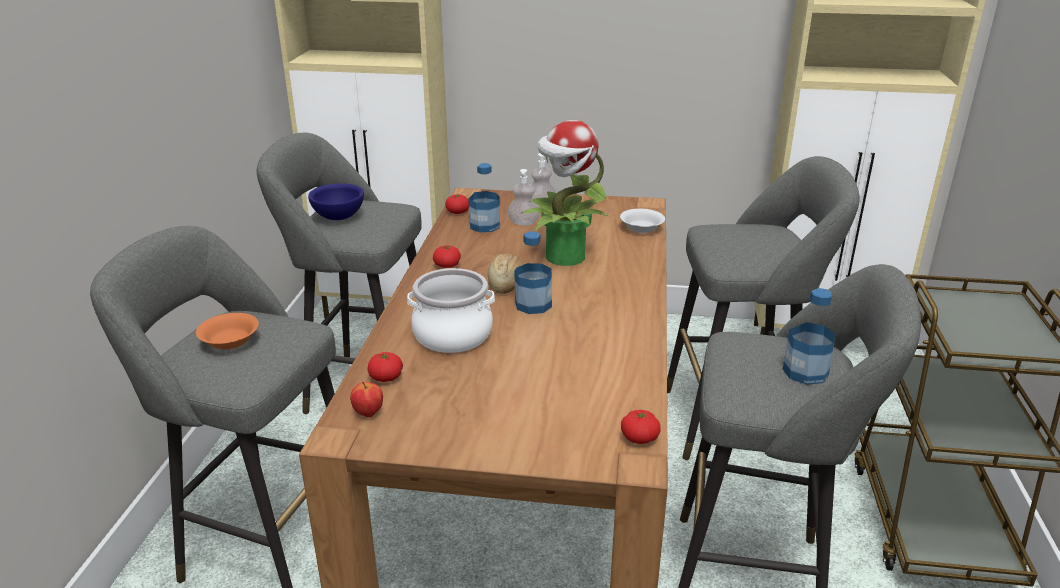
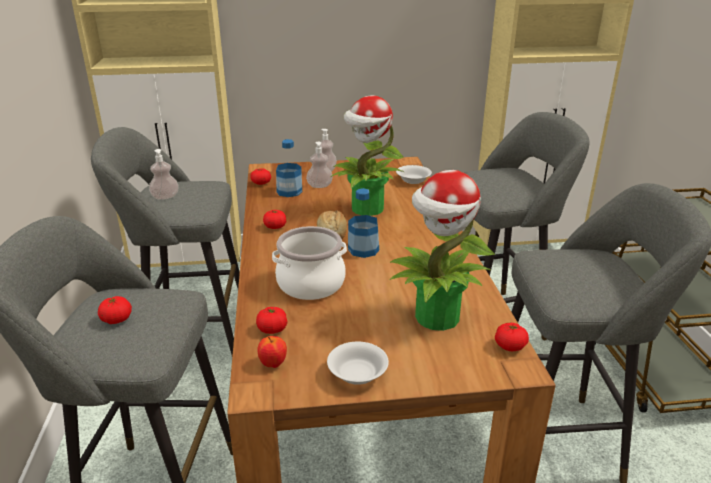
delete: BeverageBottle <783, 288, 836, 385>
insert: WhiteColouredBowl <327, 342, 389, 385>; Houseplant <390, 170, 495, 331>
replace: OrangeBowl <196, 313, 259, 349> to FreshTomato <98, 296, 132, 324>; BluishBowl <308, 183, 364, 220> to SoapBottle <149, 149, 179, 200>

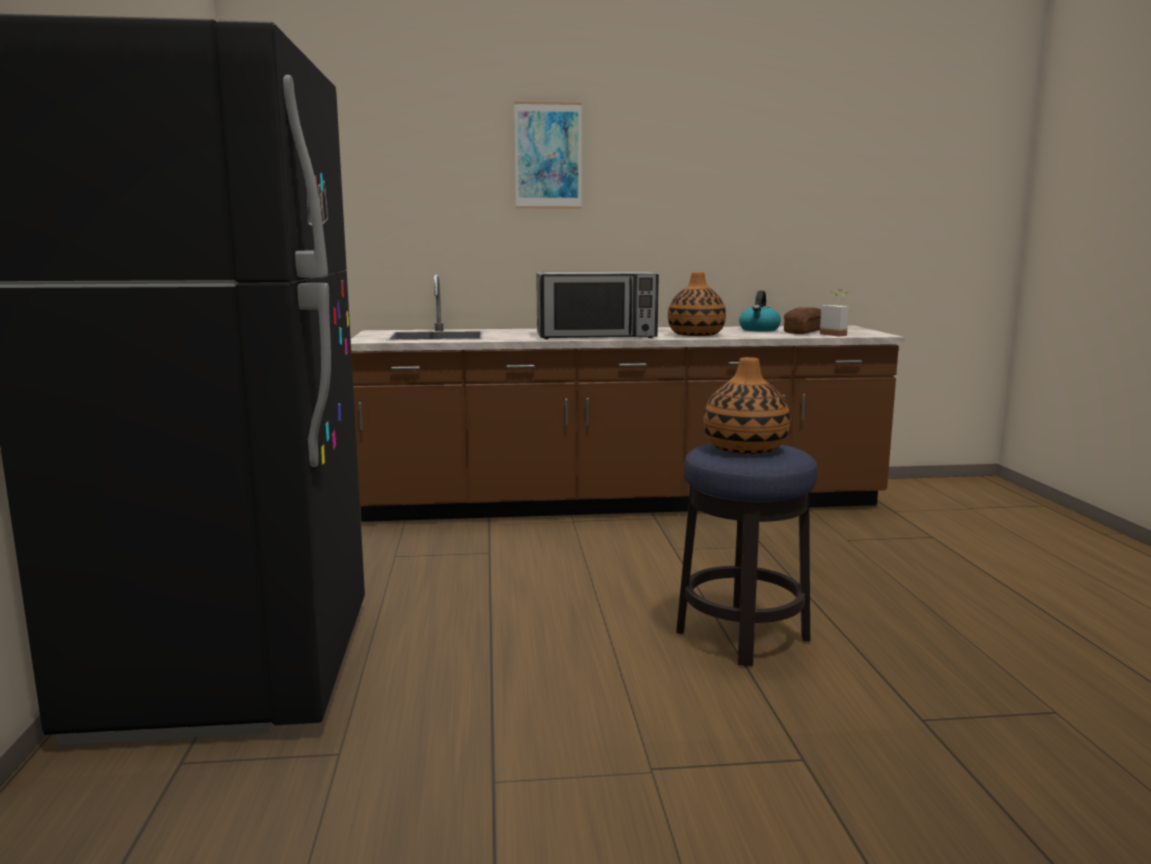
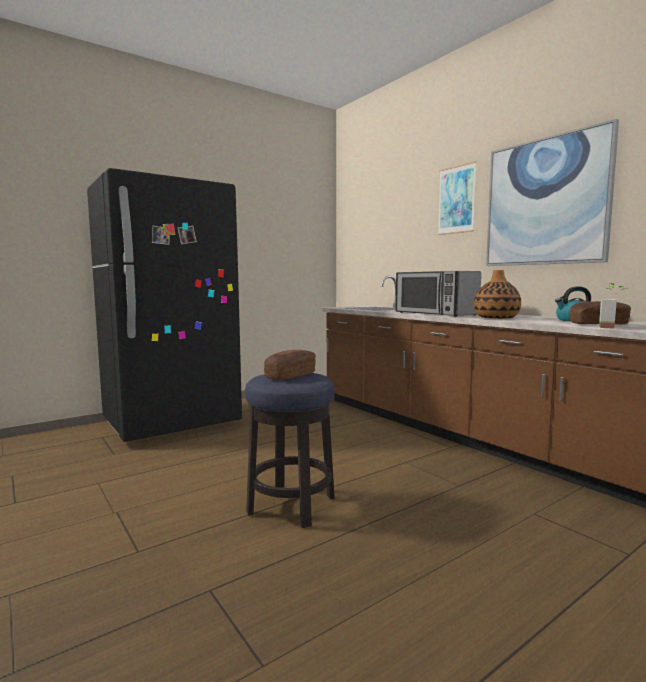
insert: WallPicture <486, 119, 619, 266>
replace: DecorativeVase <703, 357, 790, 454> to Bread <264, 350, 316, 380>

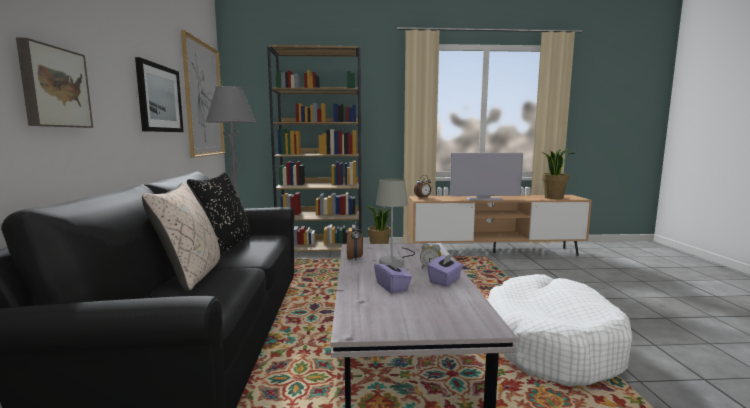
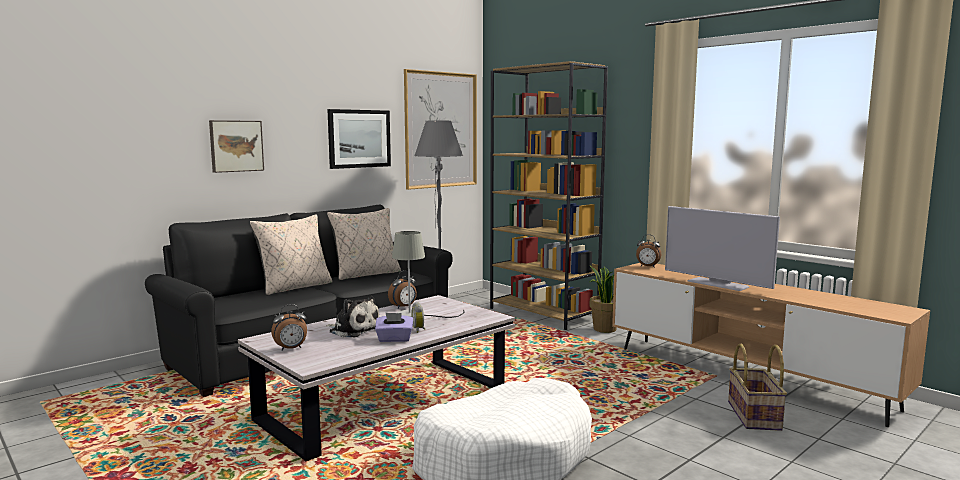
delete: Houseplant <541, 148, 575, 199>
insert: AlarmClock <271, 304, 307, 351>; StorageBasket <728, 344, 787, 431>
replace: PurpleColouredBoxOfTissues <374, 256, 412, 293> to SoftToy <326, 296, 379, 337>
recolor: BlackColouredPillow <187, 173, 251, 256> to BeigePillow <327, 208, 401, 281>

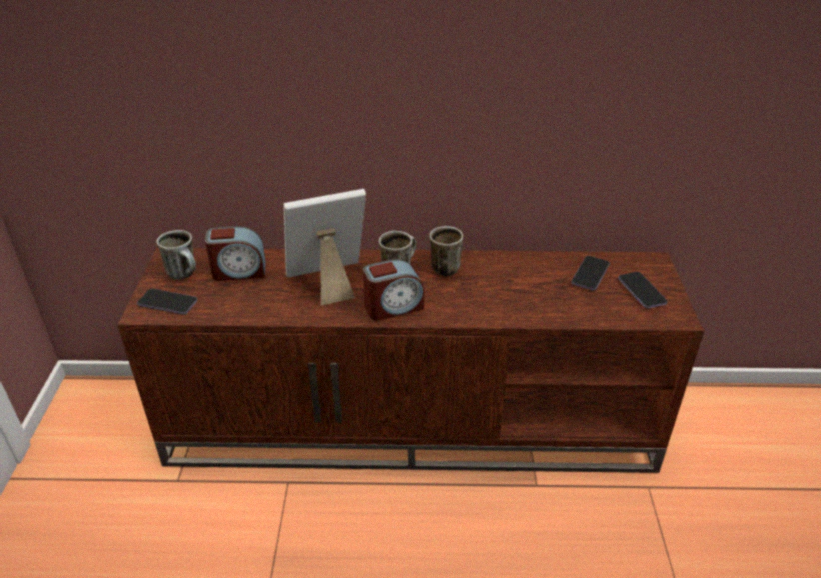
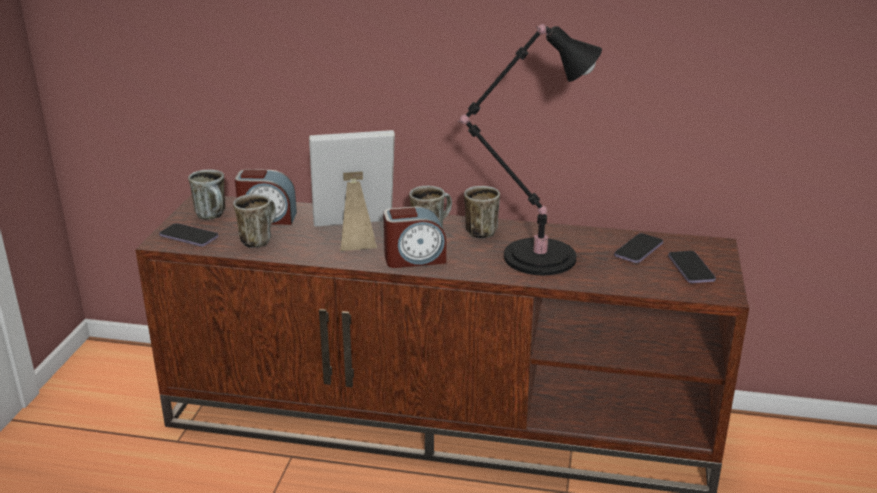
insert: Mug <233, 194, 276, 248>; BlackColouredTabletopLamp <458, 24, 602, 275>

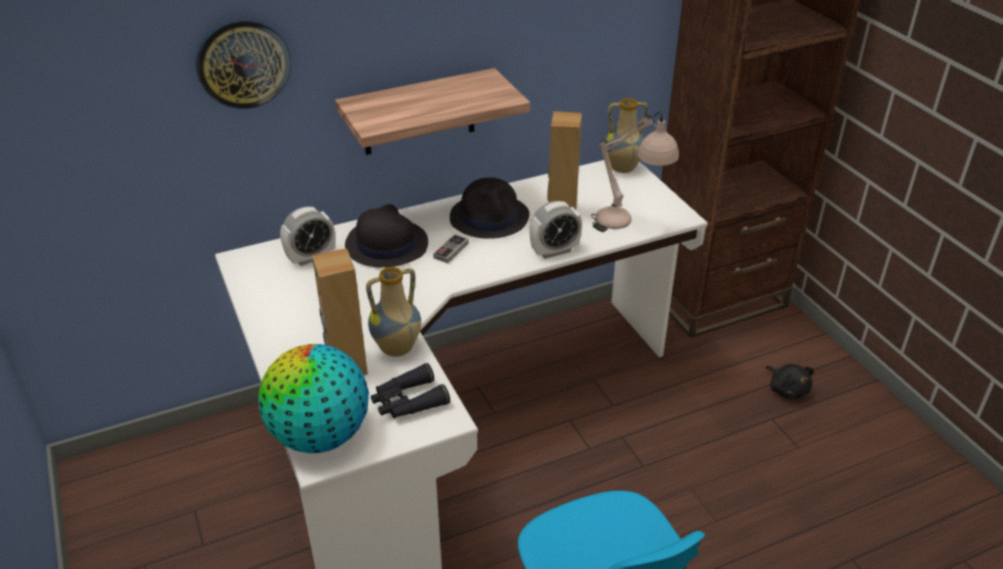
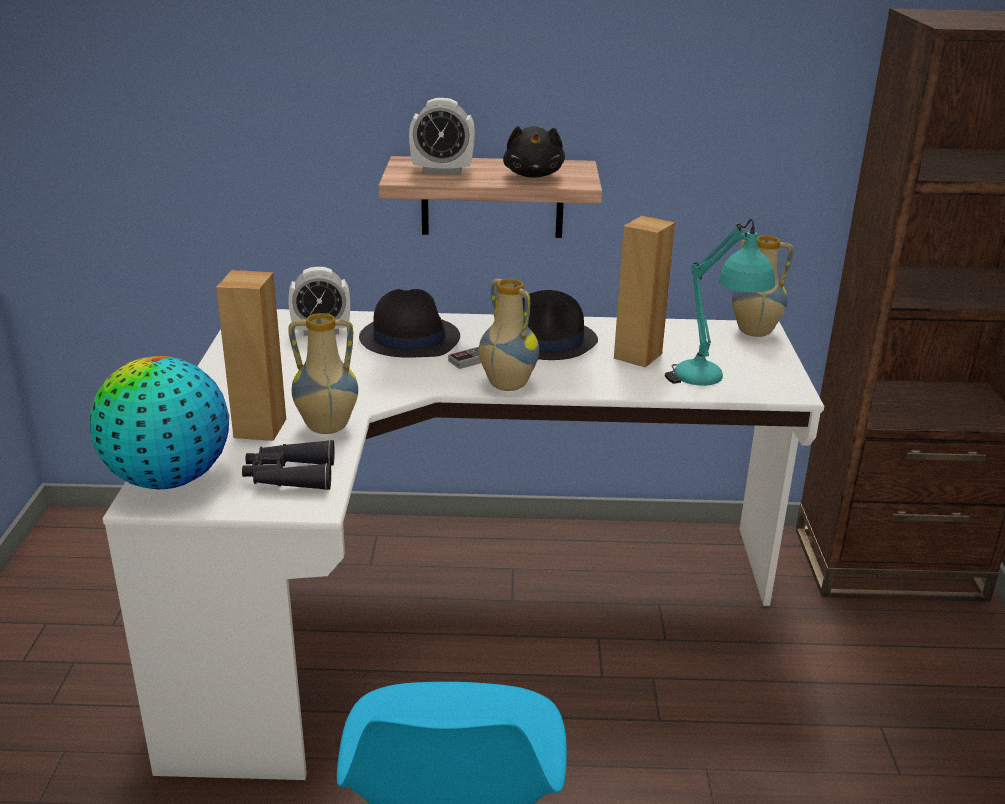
delete: ClockOnTheWall <196, 18, 291, 109>
insert: DecorativeVase <479, 279, 539, 391>
move: AlarmClock <529, 201, 582, 259> to <409, 98, 475, 174>; BlackColouredSoftToy <766, 364, 814, 399> to <503, 126, 565, 178>
recolor: BeigeTabletopLamp <591, 112, 679, 232> to BlueGreenTabletopLamp <665, 219, 775, 386>

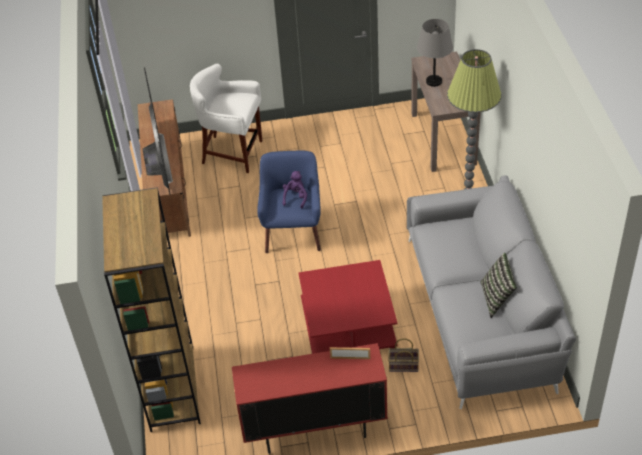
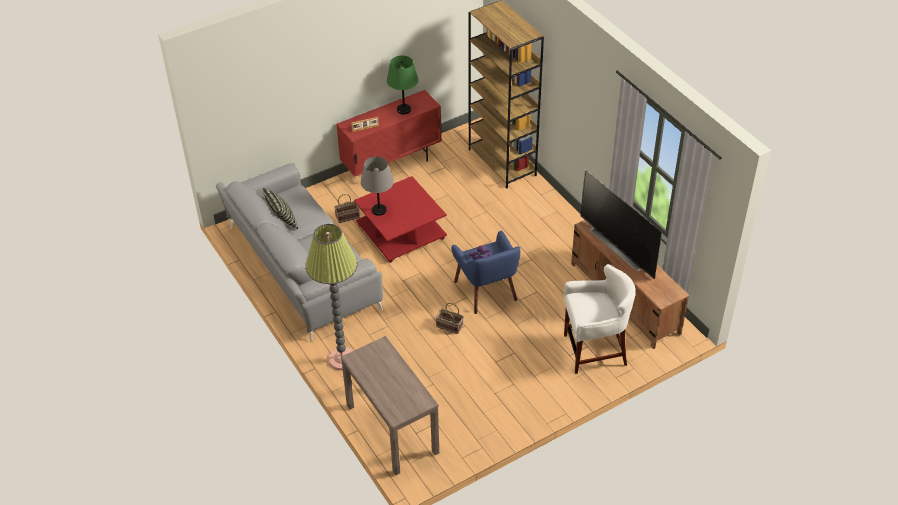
insert: GreenColouredTabletopLamp <387, 55, 418, 114>; StorageBasket <435, 303, 464, 334>
move: GreyTabletopLamp <417, 19, 453, 87> to <361, 156, 394, 216>

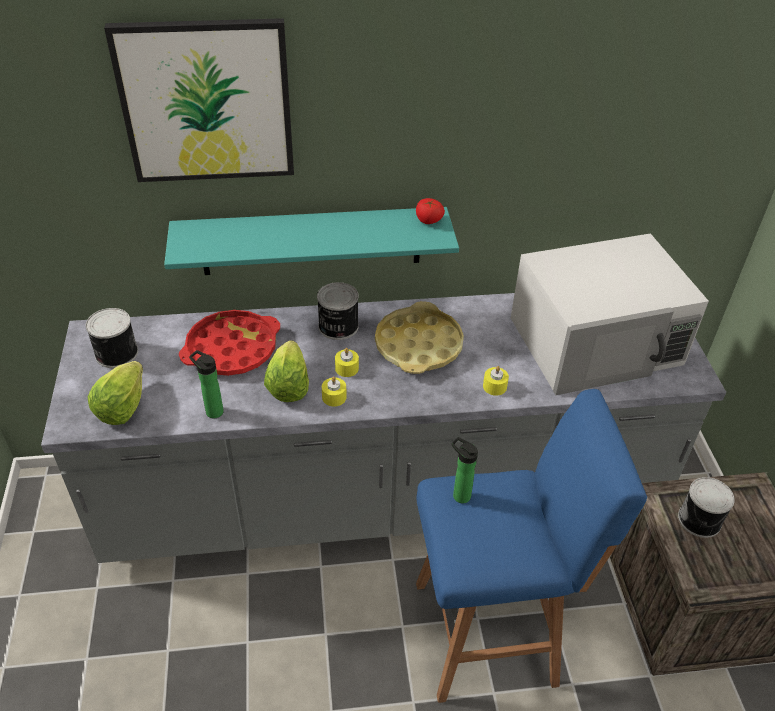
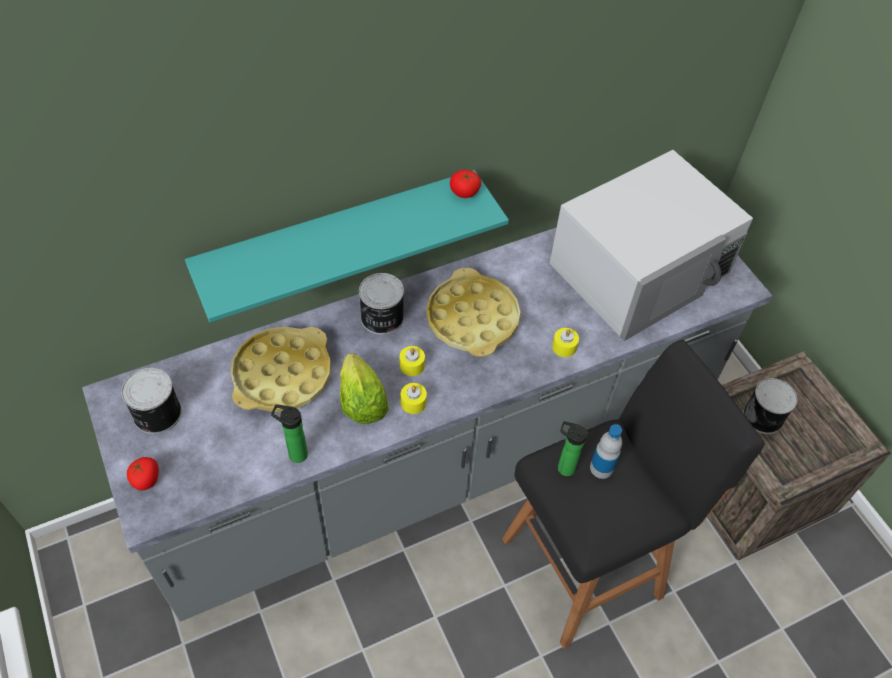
delete: HeadOfLettuce <88, 361, 143, 425>; WallPicture <104, 18, 294, 182>
insert: FreshTomato <127, 457, 159, 490>; BeverageBottle <590, 424, 622, 479>
recolor: RedServingTray <179, 310, 280, 376> to YellowServingTray <230, 327, 331, 412>; BluishStool <416, 389, 647, 703> to BlackColouredStool <502, 340, 765, 649>

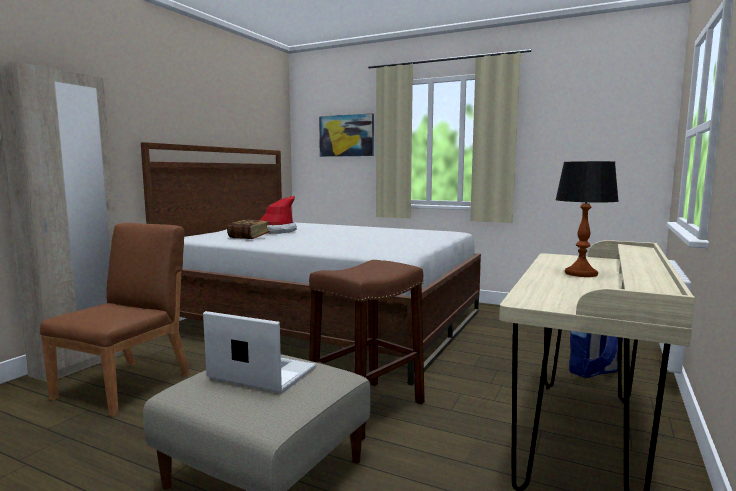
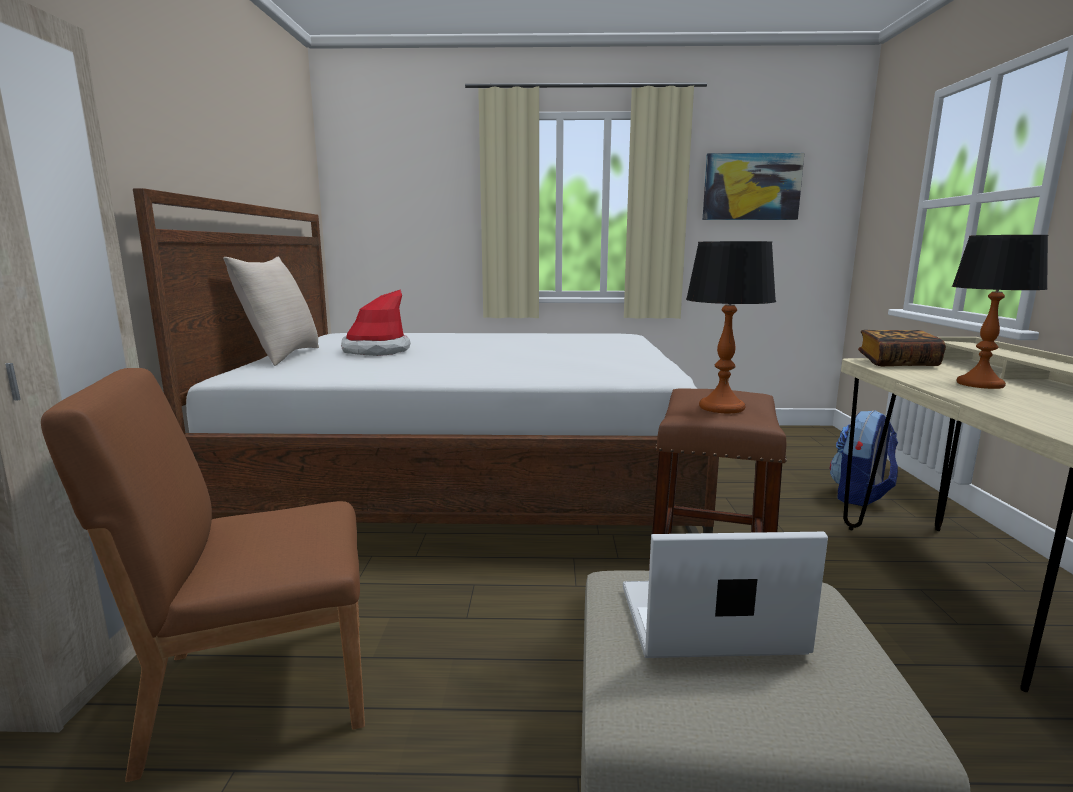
insert: BeigePillow <223, 257, 319, 366>; TabletopLamp <686, 241, 776, 413>
move: WallPicture <319, 113, 374, 157> to <703, 153, 805, 220>; Book <227, 219, 270, 239> to <858, 330, 946, 366>
rotate: BrownishUprightChair <40, 223, 190, 416> = <41, 368, 365, 782> 105 degrees counterclockwise

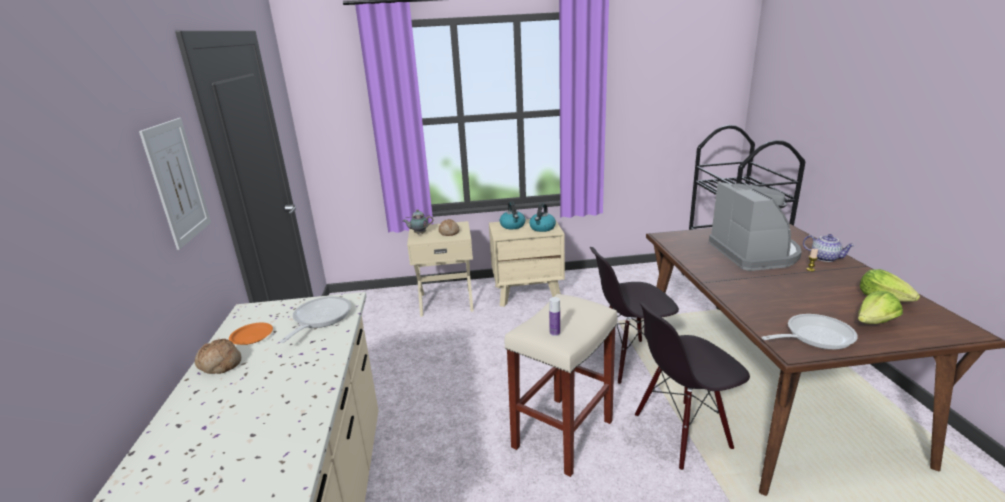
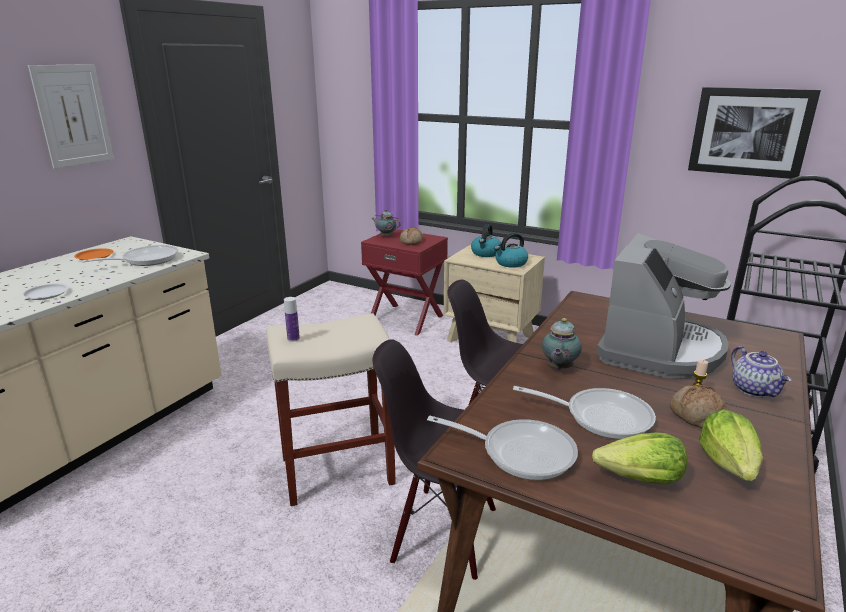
insert: WhiteColouredDinnerPlate <21, 283, 69, 300>; Skillet <513, 386, 656, 439>; Teapot <542, 318, 582, 370>; WallPicture <688, 87, 821, 179>
move: Bread <195, 339, 241, 374> to <670, 385, 728, 429>
recolor: BeigeNightstand <407, 221, 474, 317> to RedNightstand <361, 229, 448, 336>

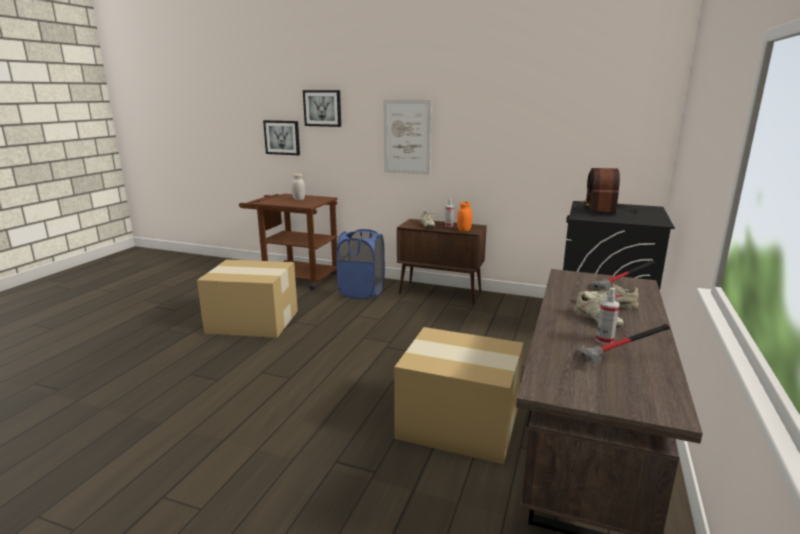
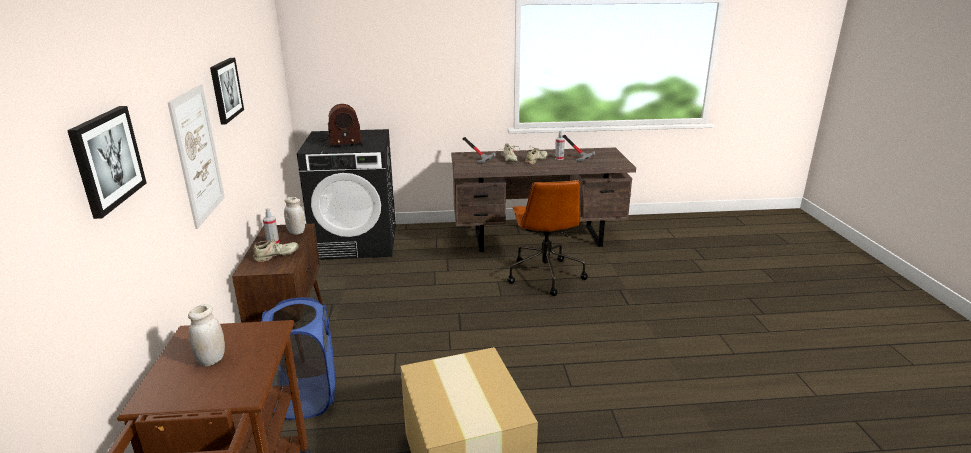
move: WallPicture <263, 120, 300, 155> to <210, 58, 244, 124>
replace: CardboardBox <394, 327, 523, 464> to BrownishComputerChair <507, 180, 588, 296>
recolor: OrangeStorageJar <457, 202, 472, 231> to WhiteColouredStorageJar <284, 197, 305, 235>

